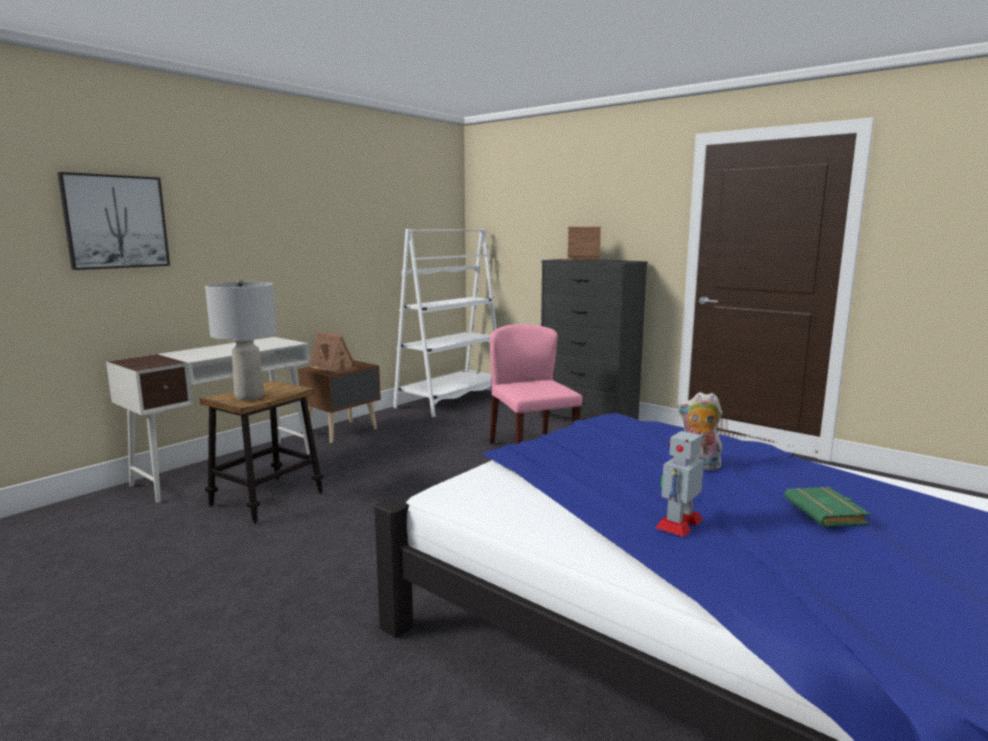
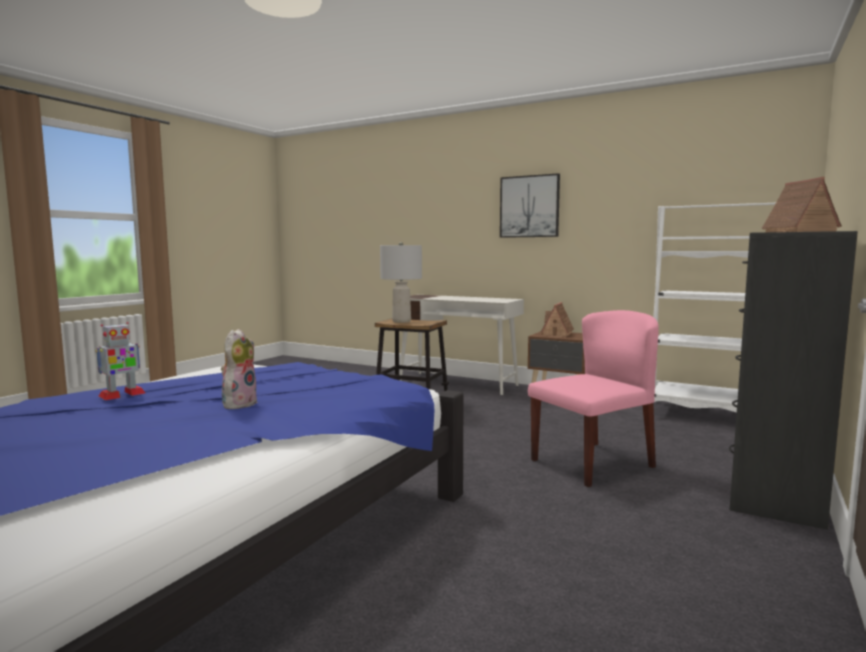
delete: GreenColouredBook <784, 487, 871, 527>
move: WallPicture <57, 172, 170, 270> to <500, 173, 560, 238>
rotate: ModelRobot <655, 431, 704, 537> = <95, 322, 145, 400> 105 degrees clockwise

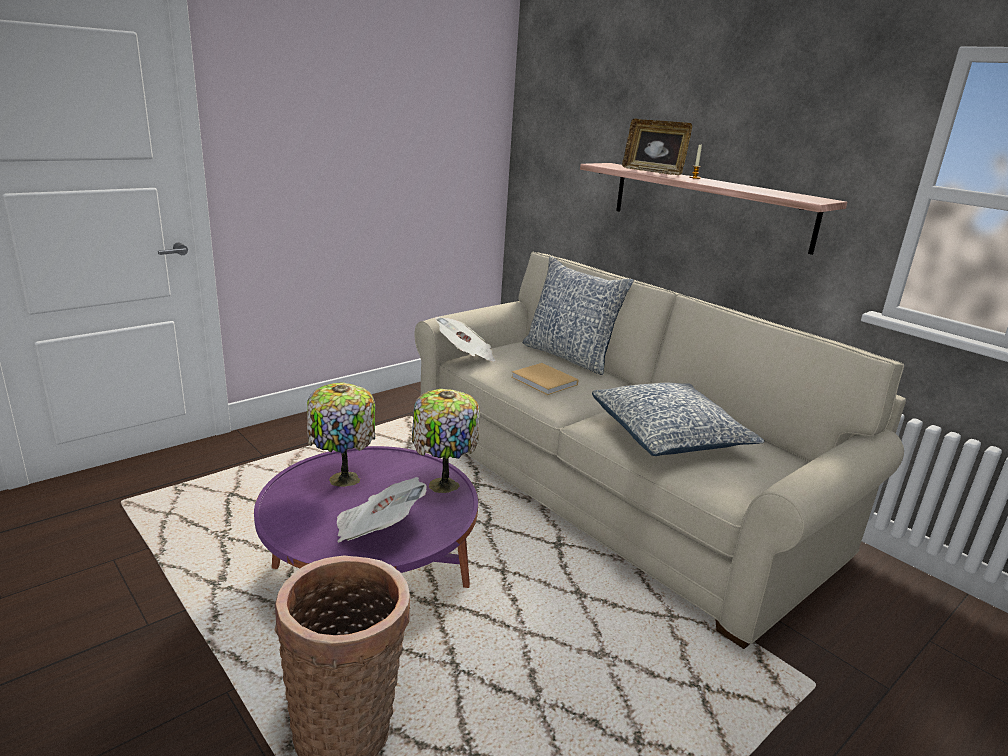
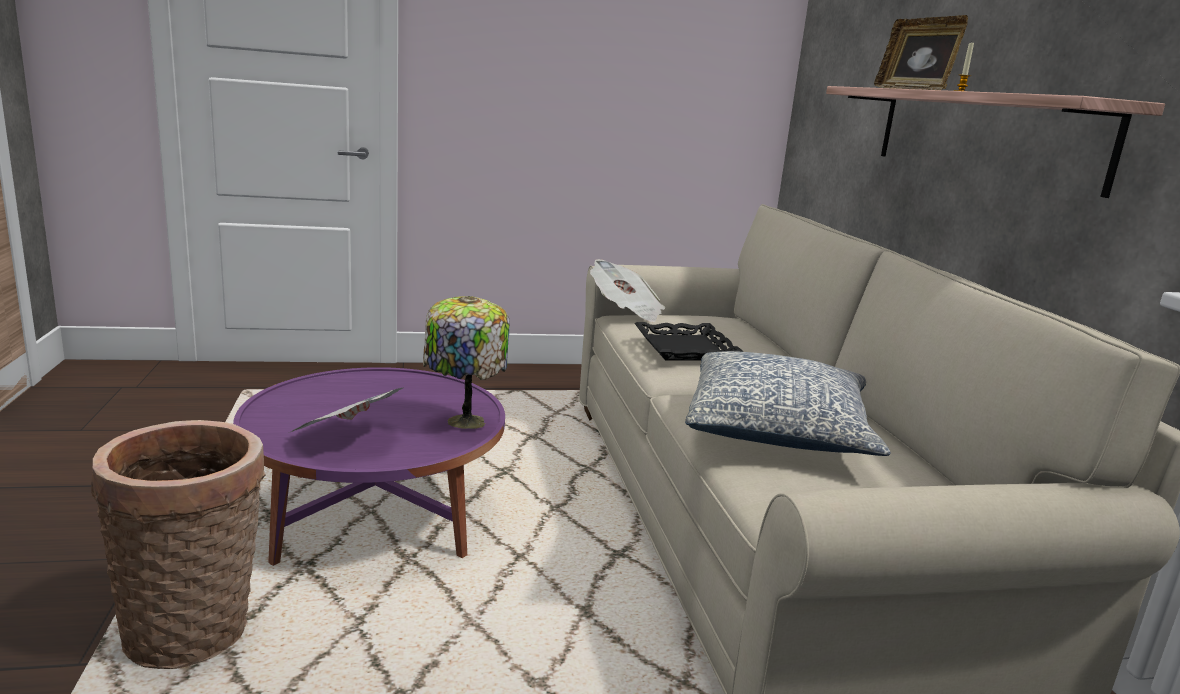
delete: TabletopLamp <307, 382, 375, 487>; Pillow <522, 257, 634, 375>
replace: BeigeBook <511, 363, 579, 395> to BlackColouredServingTray <634, 322, 743, 361>

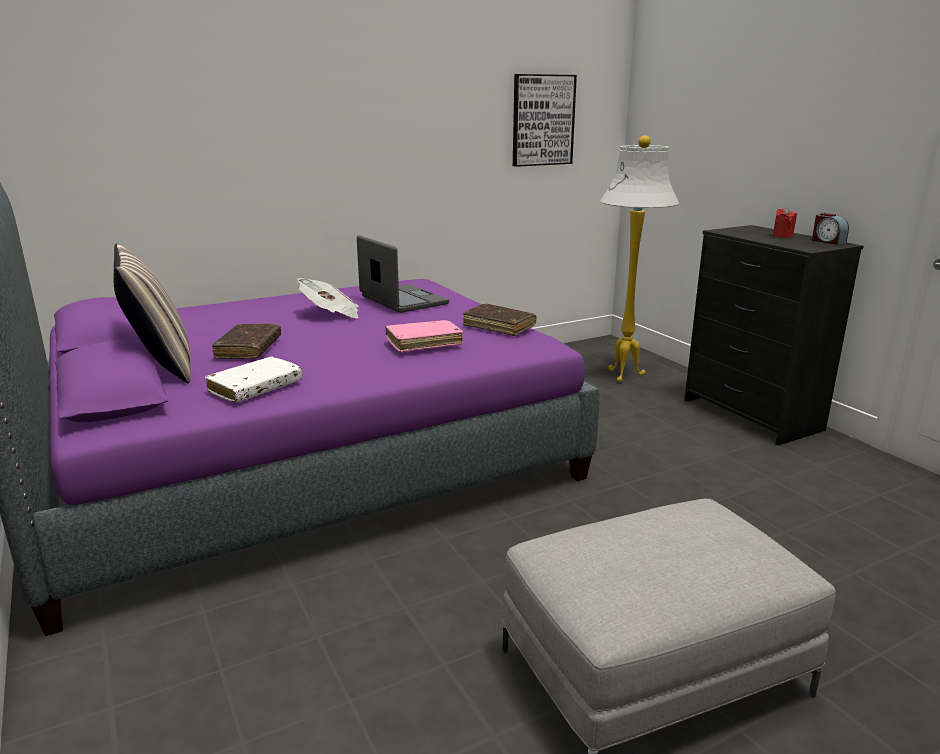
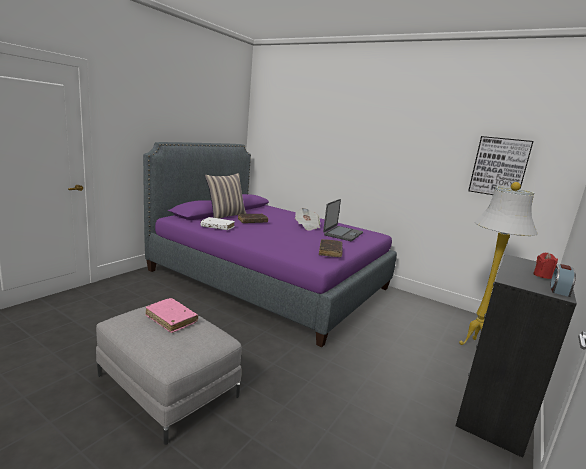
move: PinkishBook <385, 320, 463, 353> to <146, 298, 198, 333>

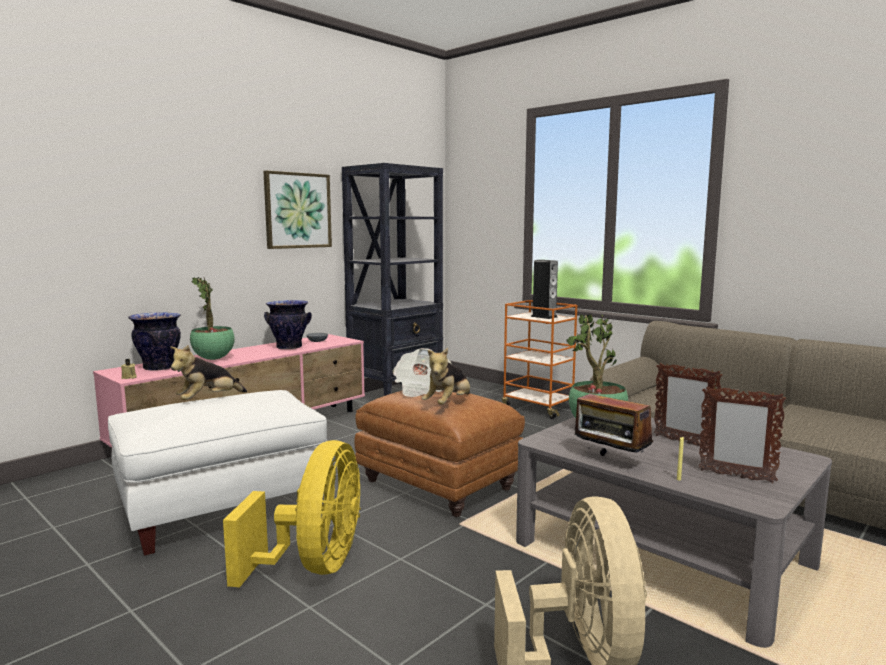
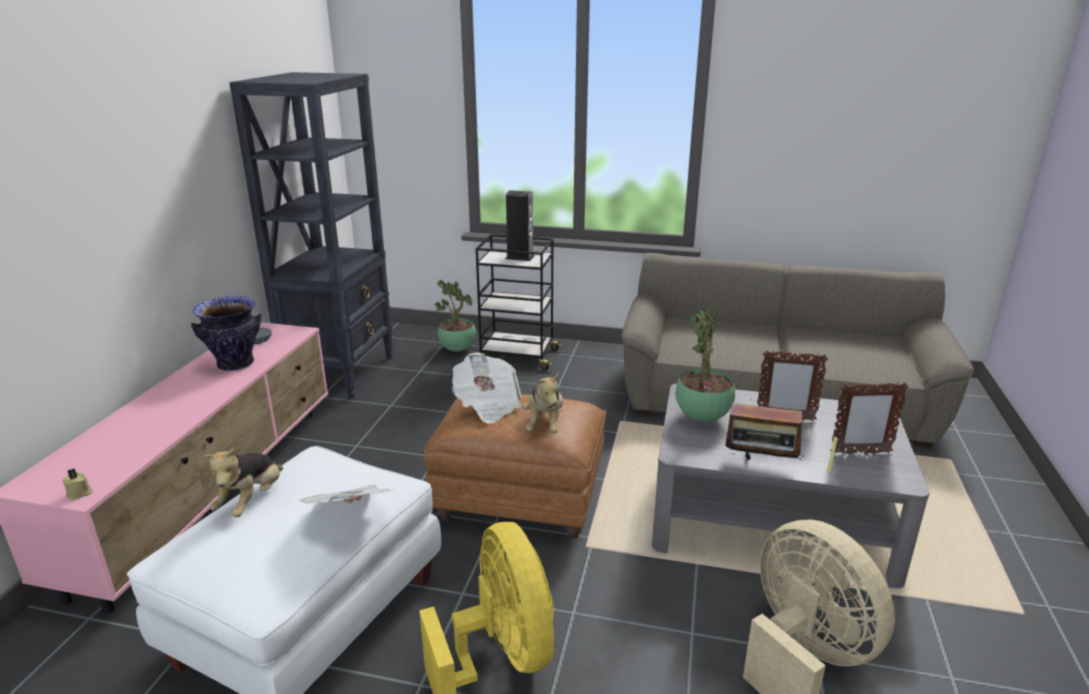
delete: DecorativeVase <128, 312, 181, 370>; WallPicture <263, 171, 332, 249>
insert: PrintedPaper <300, 485, 396, 504>
move: Houseplant <190, 277, 235, 360> to <434, 280, 476, 352>
recolor: OrangeTrolley <502, 300, 577, 419> to BlackColouredTrolley <476, 234, 562, 370>

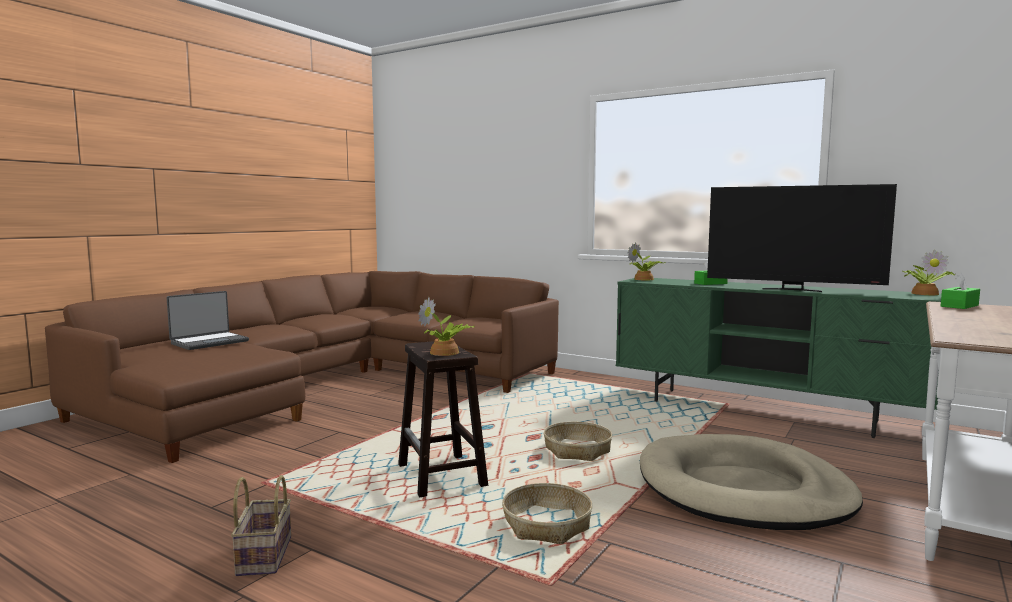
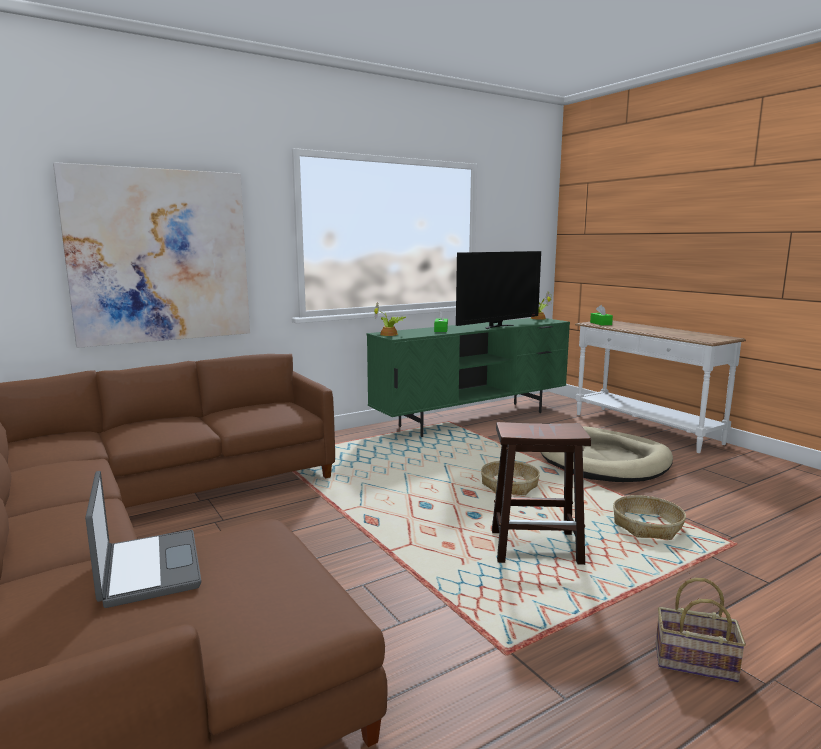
delete: Houseplant <418, 297, 475, 356>
insert: WallPicture <53, 162, 250, 348>

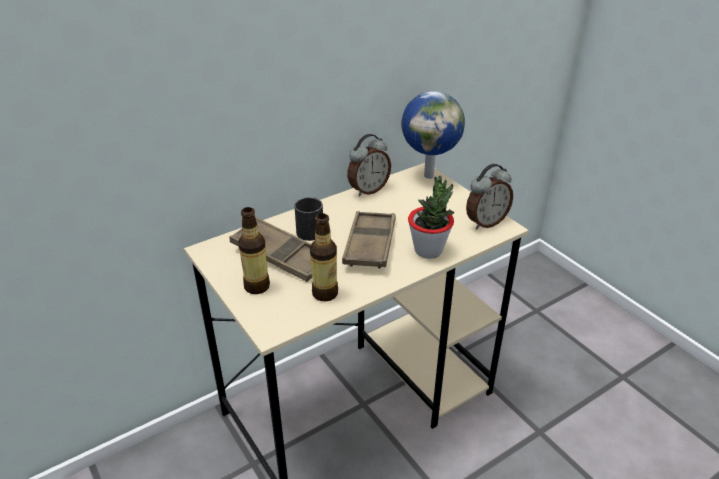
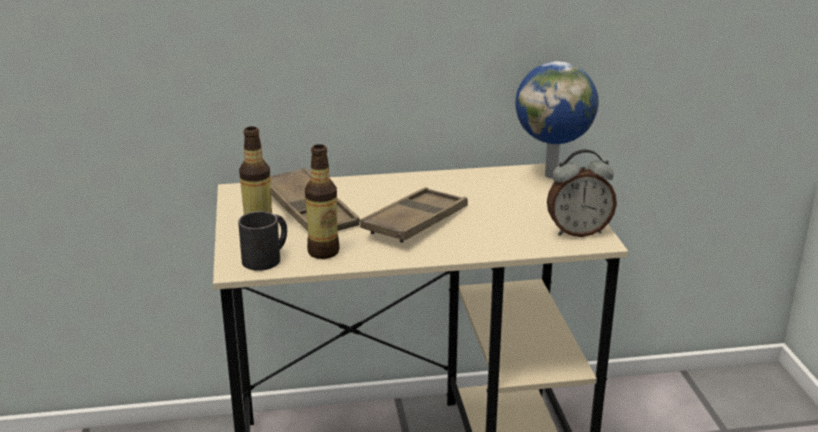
delete: AlarmClock <347, 134, 391, 197>; Houseplant <408, 175, 455, 259>
move: BlackColouredMug <294, 197, 323, 241> to <238, 211, 287, 271>

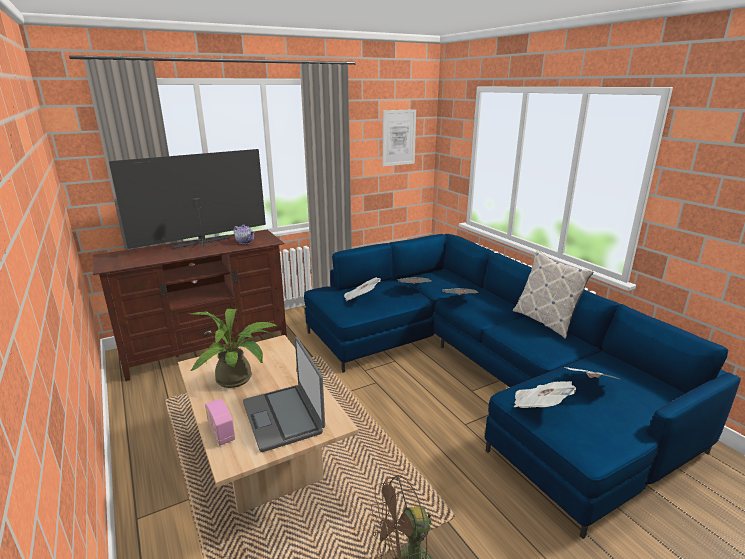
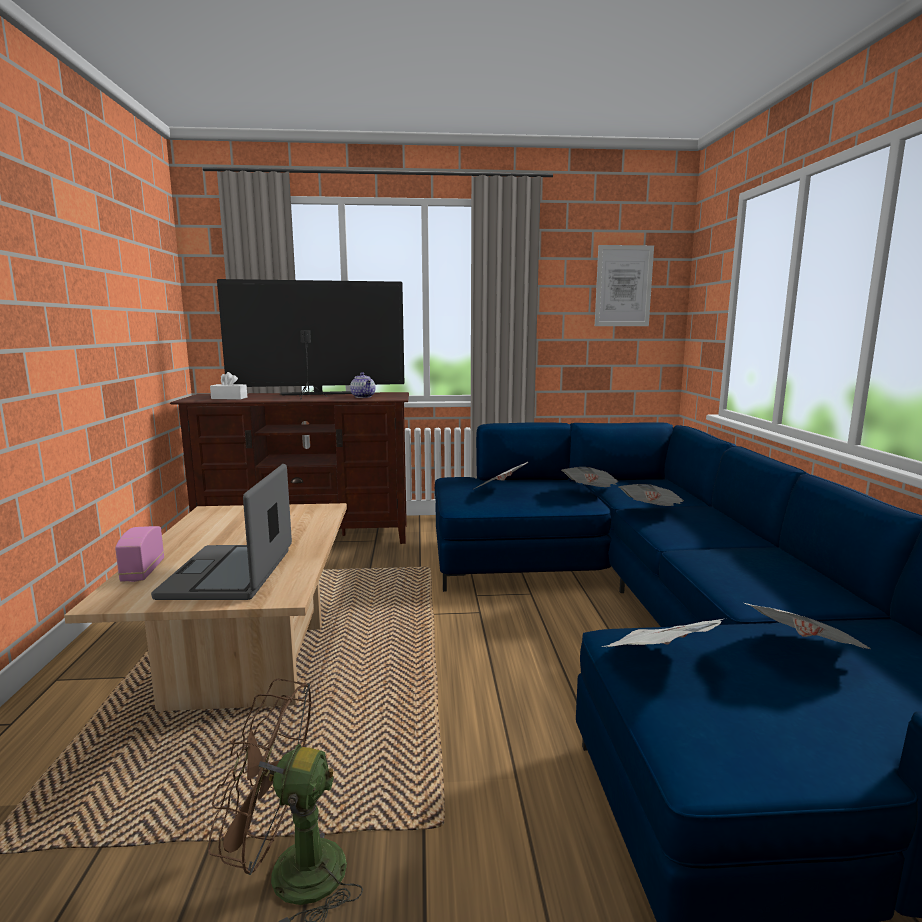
delete: Houseplant <188, 308, 278, 388>; Pillow <513, 251, 594, 339>
insert: WhiteColouredBoxOfTissues <210, 372, 247, 399>

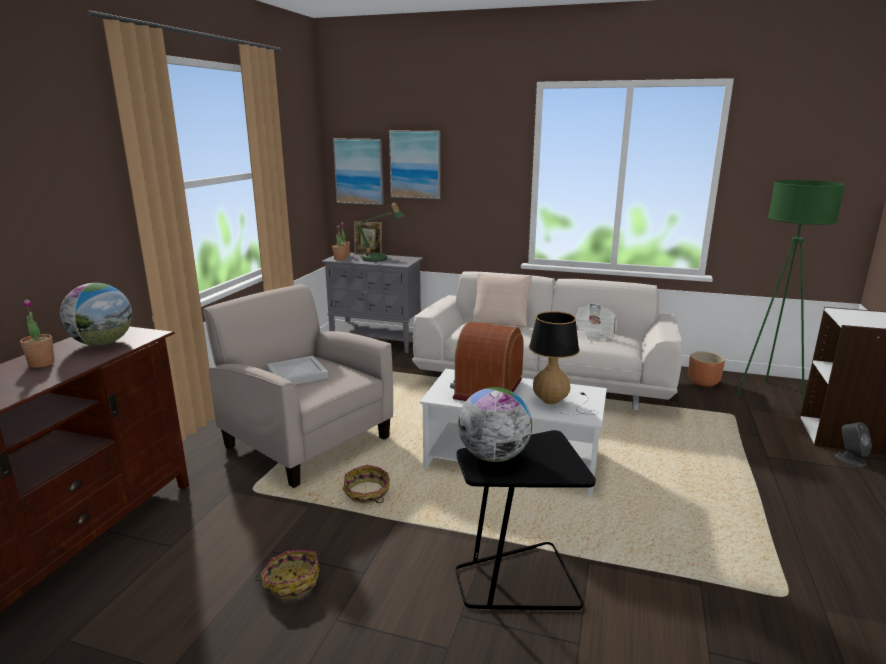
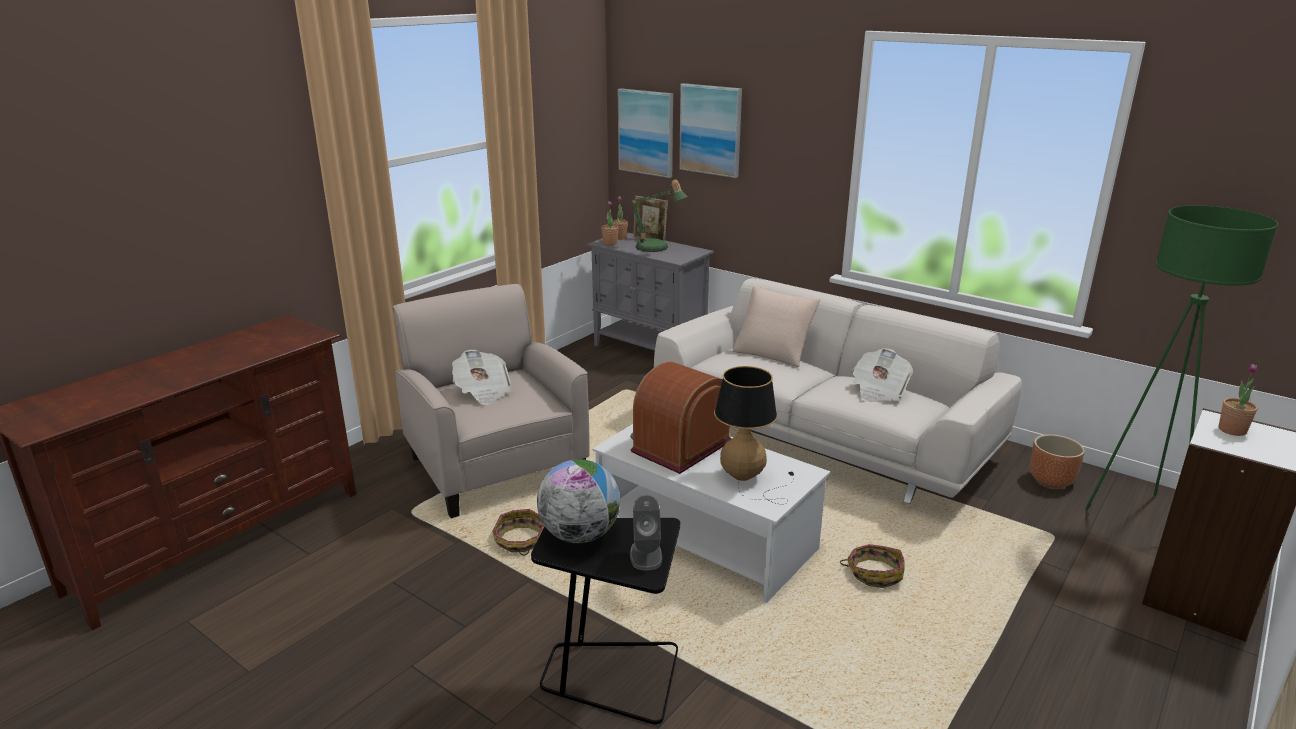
delete: Globe <60, 283, 132, 346>
move: GreySpeaker <835, 422, 872, 467> to <630, 495, 662, 570>; StorageBasket <255, 550, 320, 599> to <840, 544, 905, 588>; Houseplant <20, 299, 55, 368> to <1219, 364, 1258, 436>
replace: WhiteColouredServingTray <267, 356, 328, 385> to PrintedPaper <452, 349, 512, 405>

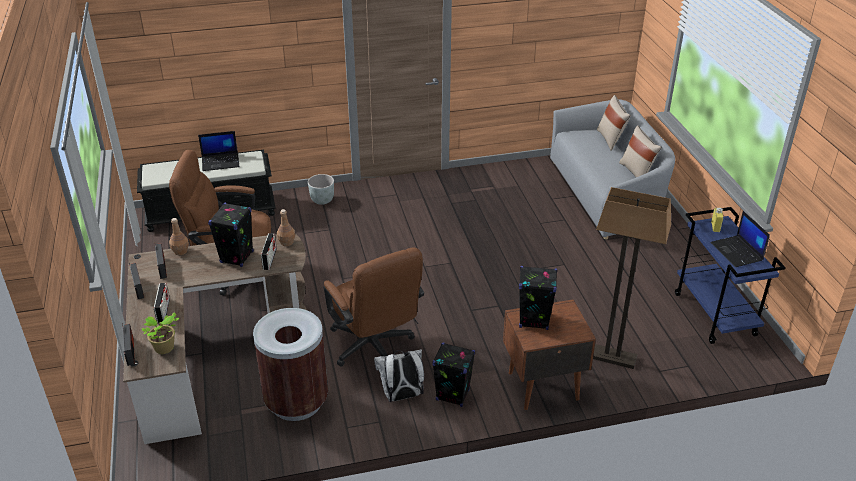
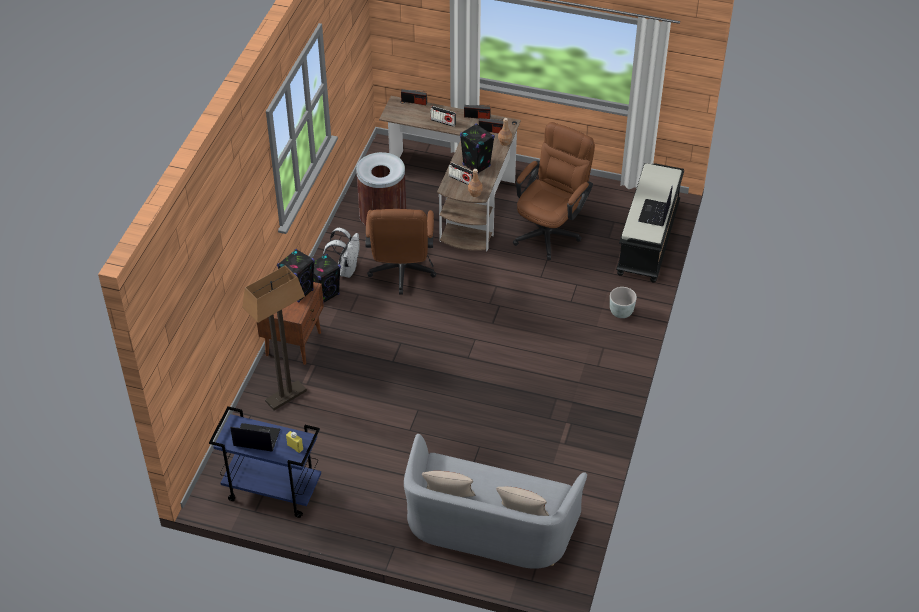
delete: Houseplant <141, 312, 180, 354>
rotate: BrownishComputerChair <324, 248, 424, 367> = <365, 209, 436, 295> 90 degrees counterclockwise

